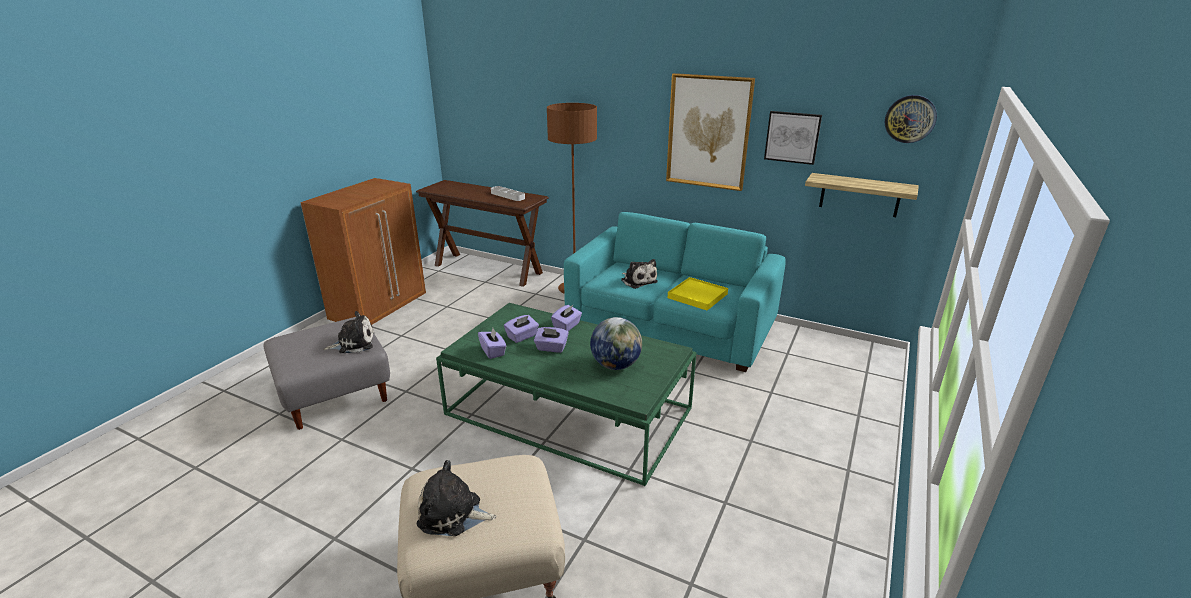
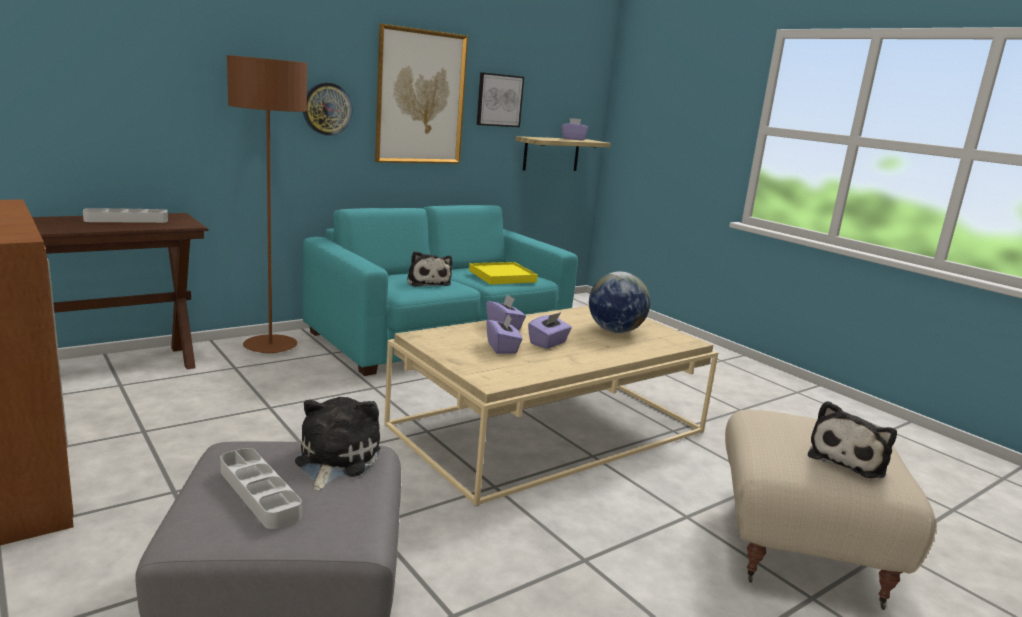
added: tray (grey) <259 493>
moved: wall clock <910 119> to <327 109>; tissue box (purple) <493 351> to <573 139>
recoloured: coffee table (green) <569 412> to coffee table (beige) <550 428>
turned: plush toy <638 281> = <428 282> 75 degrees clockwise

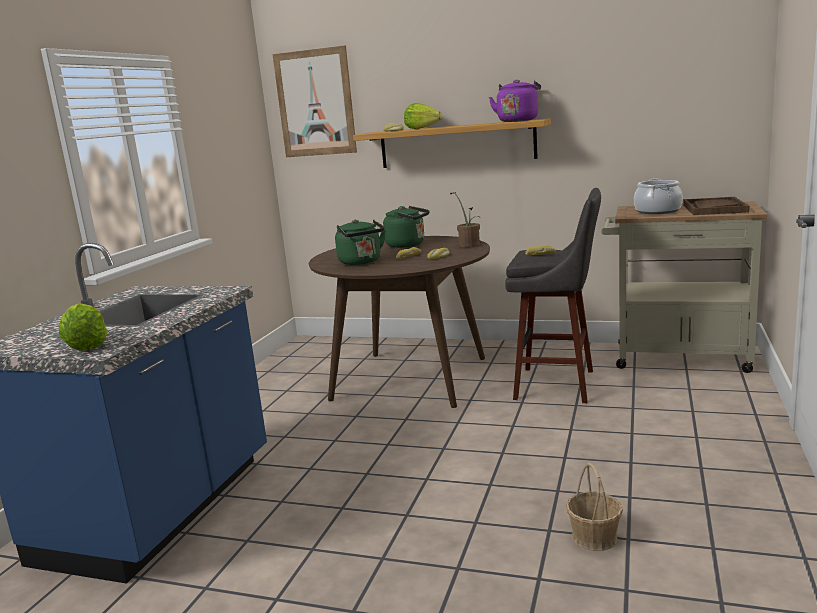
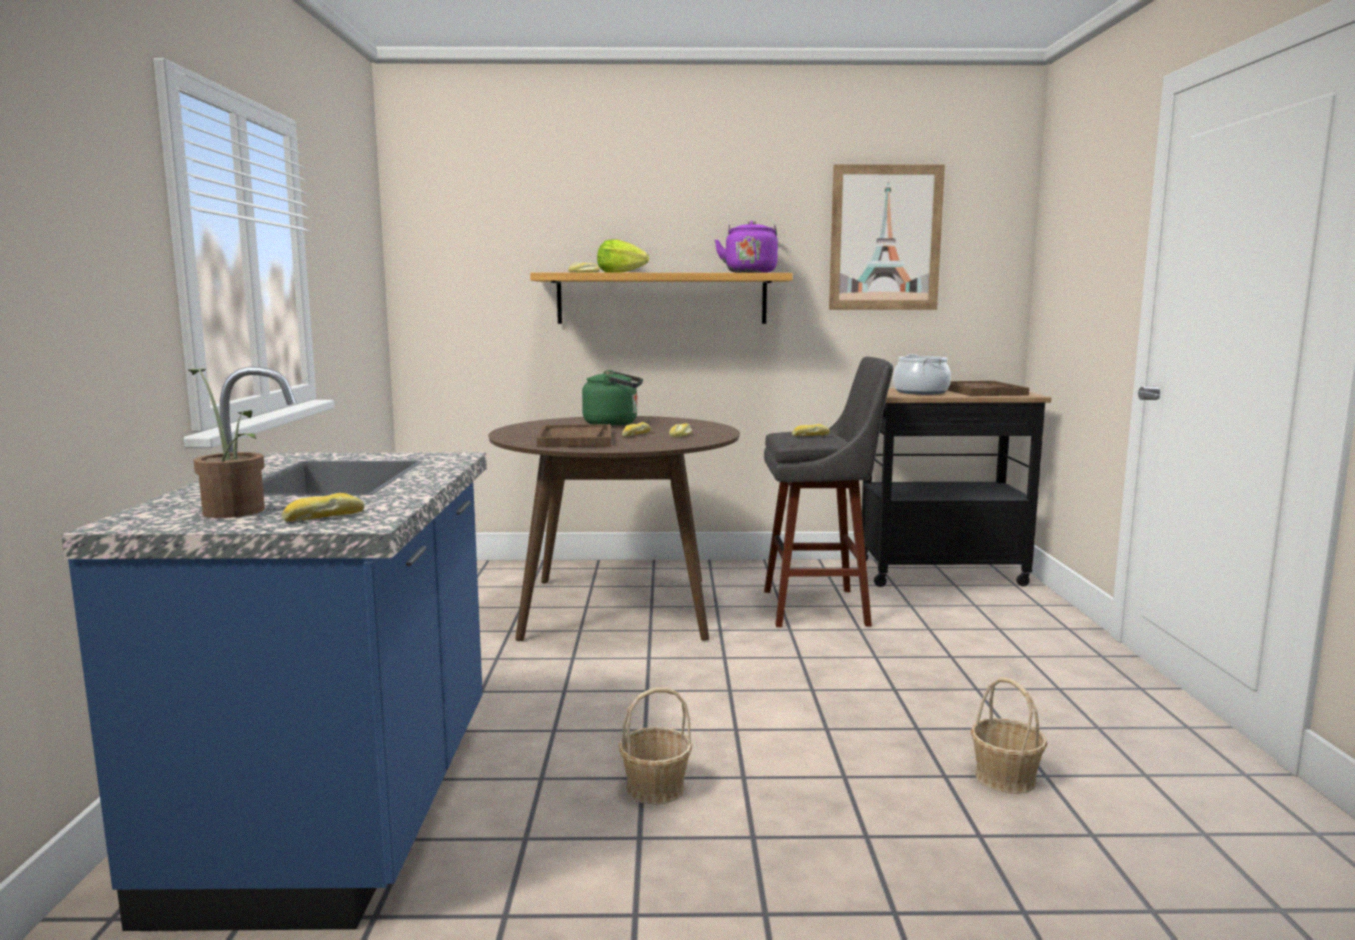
added: basket <655 788>
moved: potted plant <468 244> to <233 509>; picture <315 103> to <885 238>
replaced: lettuce <88 345> to bread <324 517>; kettle (green) <361 262> to tray (brown) <575 439>
recoloured: cart (beige) <676 358> to cart (black) <934 573>

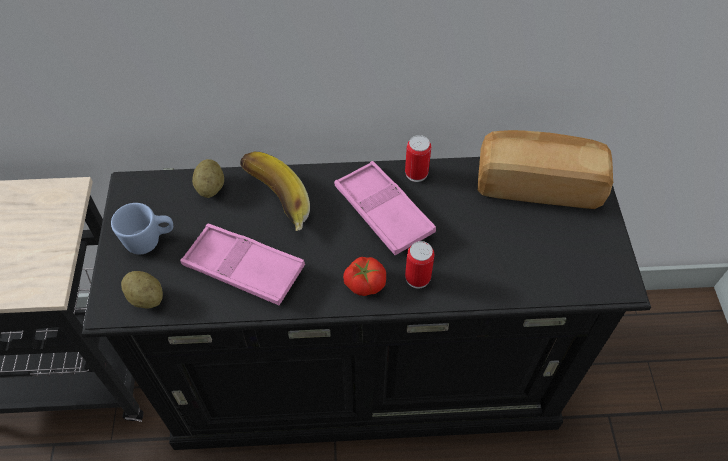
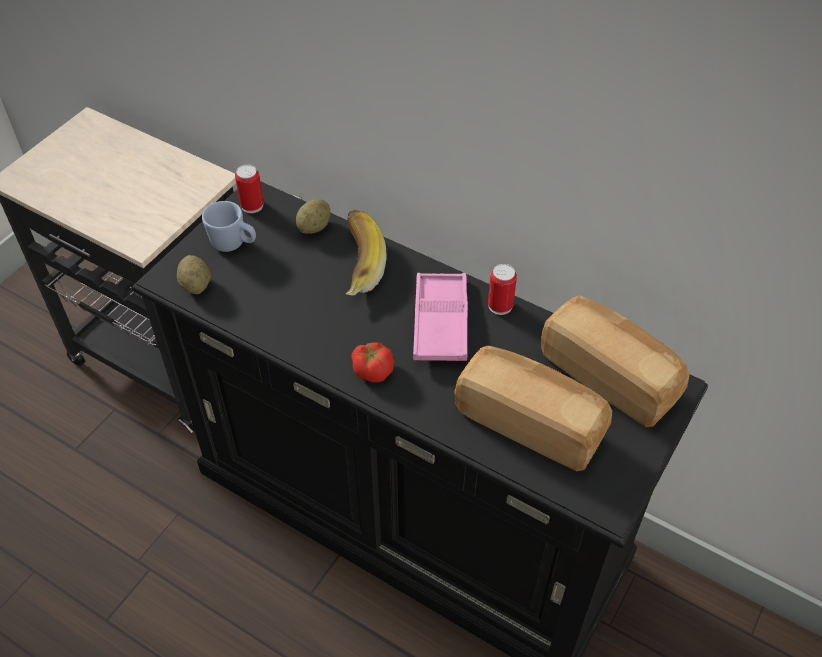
removed: tray (pink) <243 268>
added: bread <530 422>
moved: can <417 278> to <252 205>

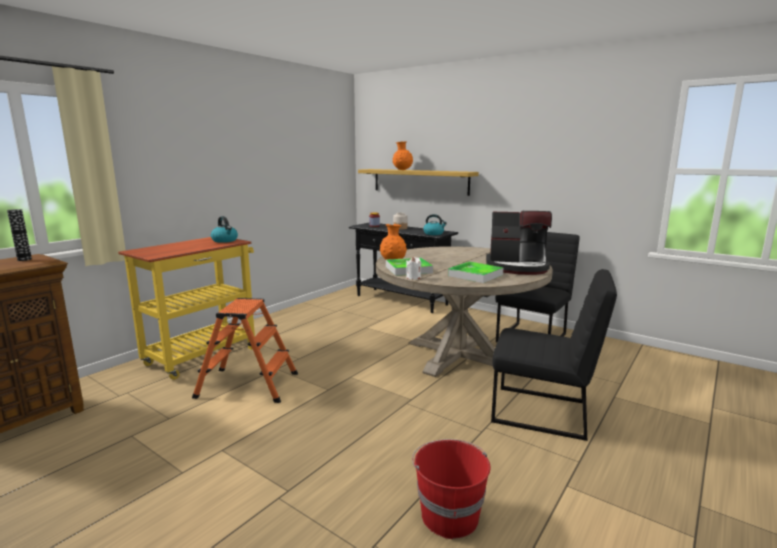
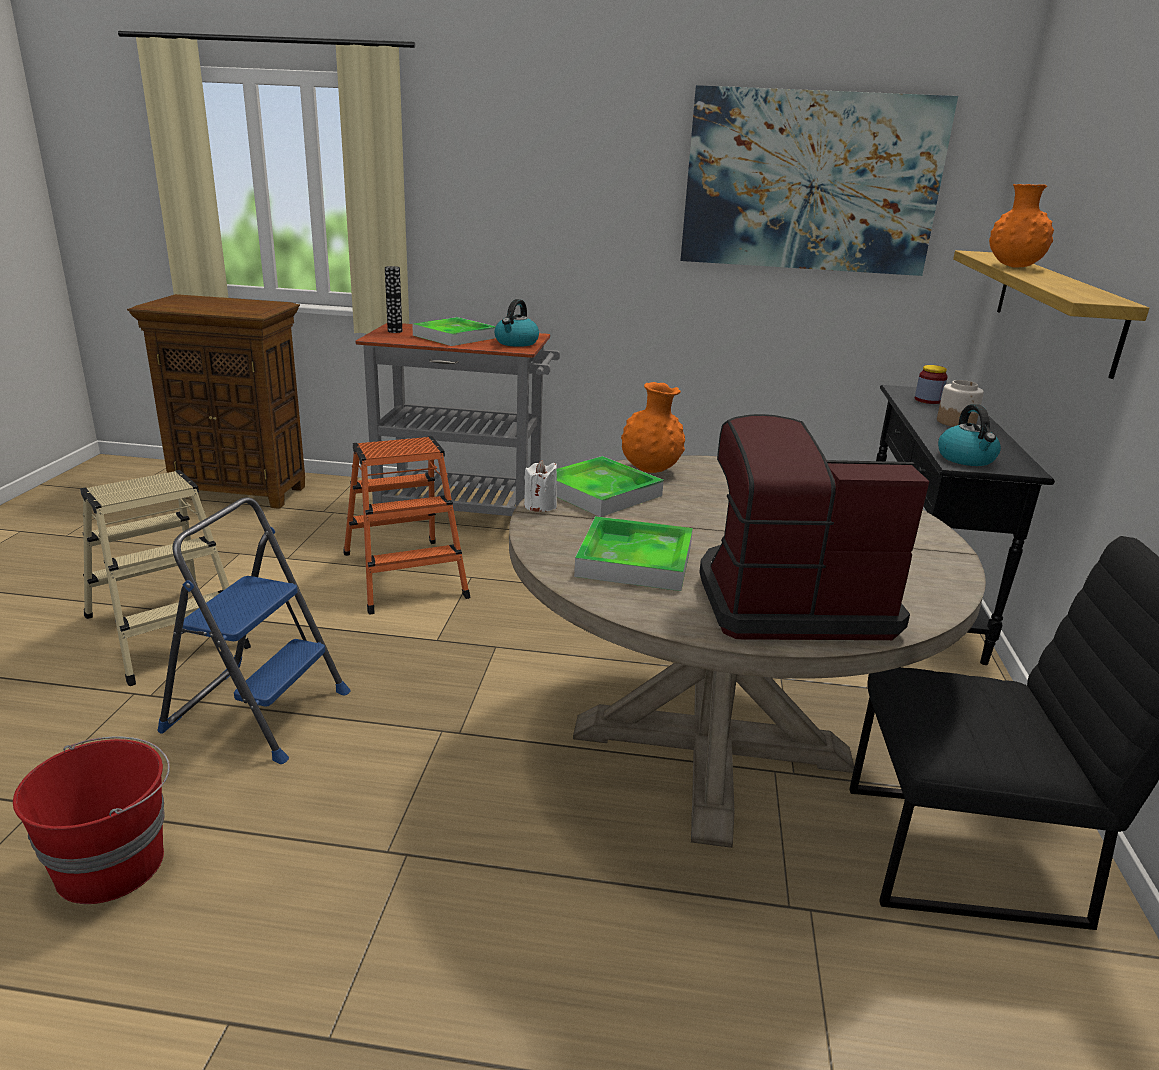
removed: chair (black) <543 413>
added: step ladder (beige) <165 630>; step ladder (blue) <252 709>; tray <454 336>; picture <811 182>
moved: vase <24 259> to <395 331>
recoloured: cart (yellow) <202 356> to cart (grey) <463 515>
turned: coffee machine <517 267> = <789 602> 105 degrees clockwise

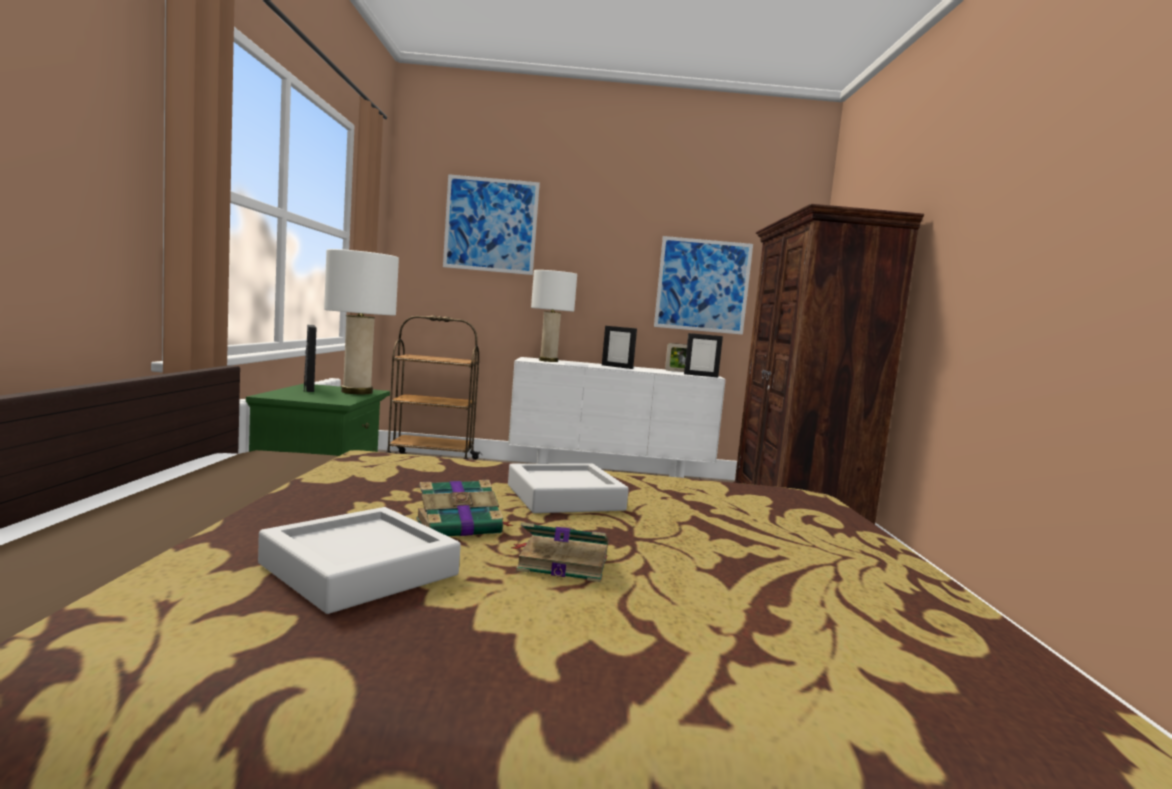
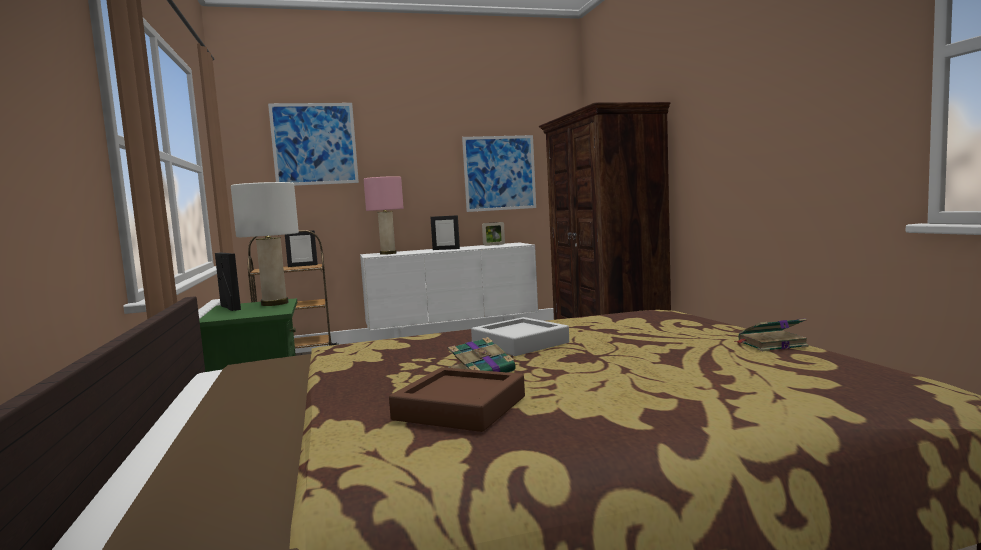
moved: picture frame <700 375> to <302 265>; book <561 563> to <771 344>
recoloured: table lamp (white) <548 361> to table lamp (pink) <388 253>; tray (grey) <359 569> to tray (brown) <460 408>

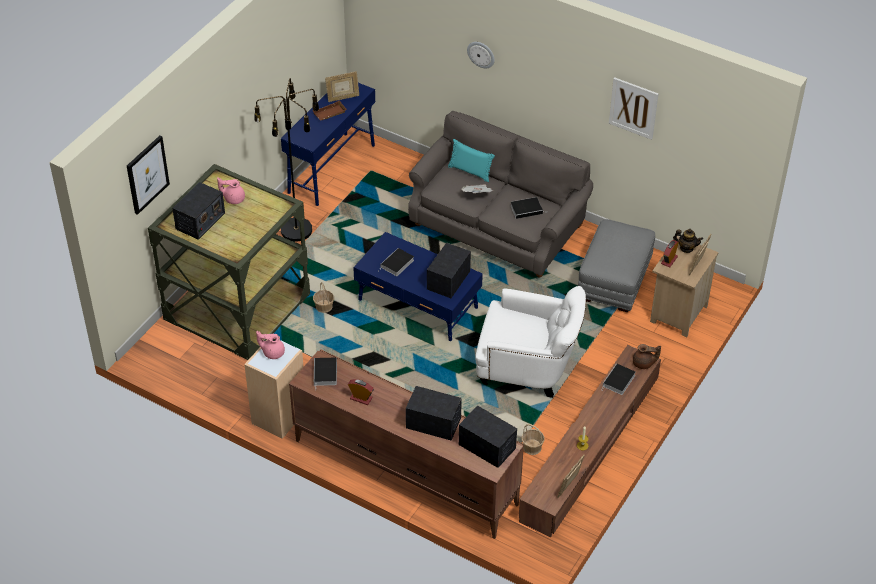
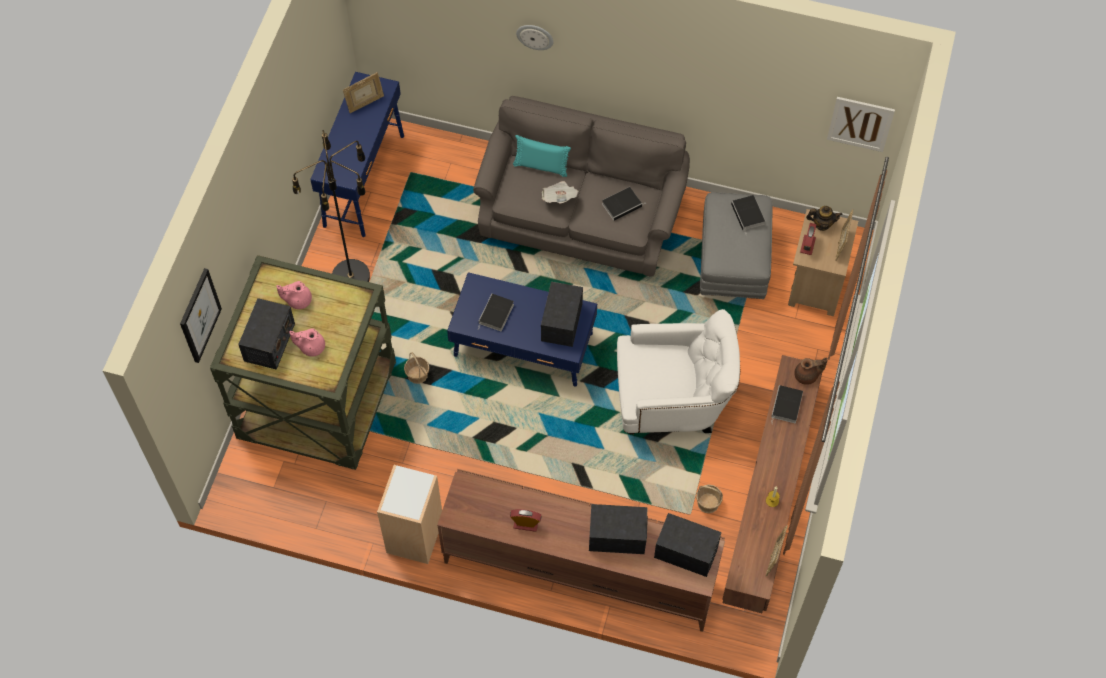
removed: tray (brown) <329 114>
moved: teapot (pink) <272 352> to <311 347>; book <325 374> to <748 215>; picture <633 108> to <860 123>

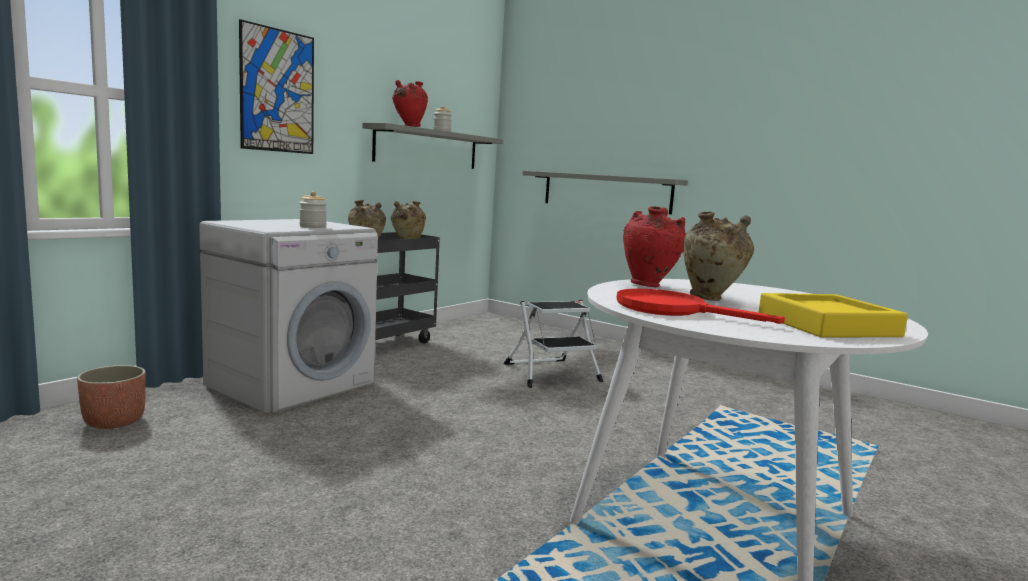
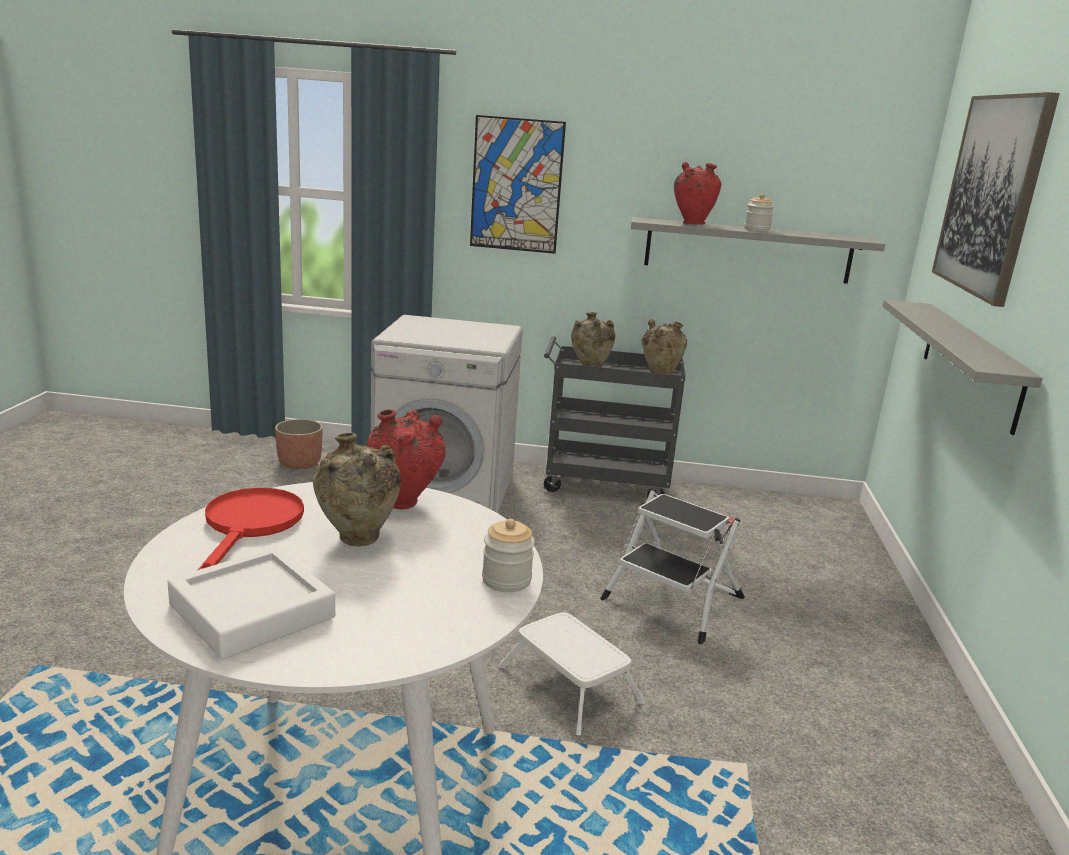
added: step ladder (white) <570 684>; picture <991 195>
moved: jar <313 227> to <506 580>
recoloured: tray (yellow) <827 325> to tray (white) <252 611>

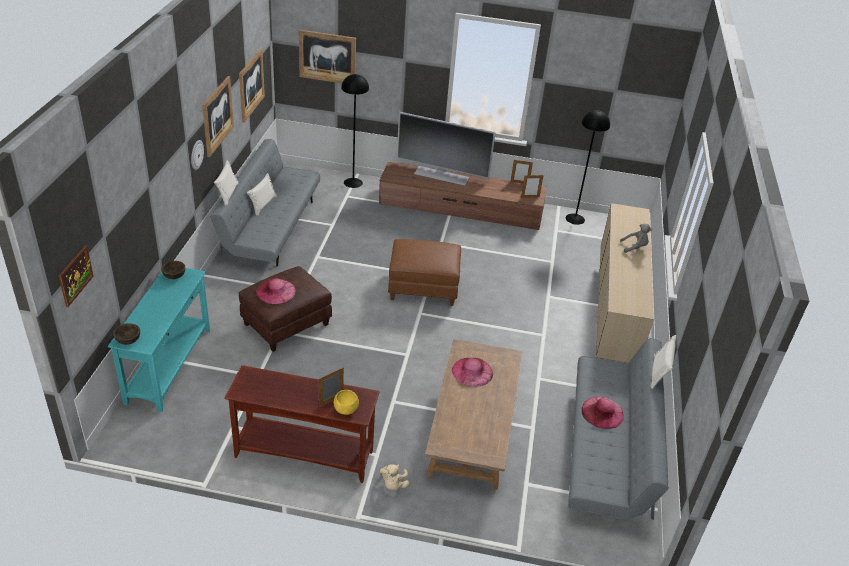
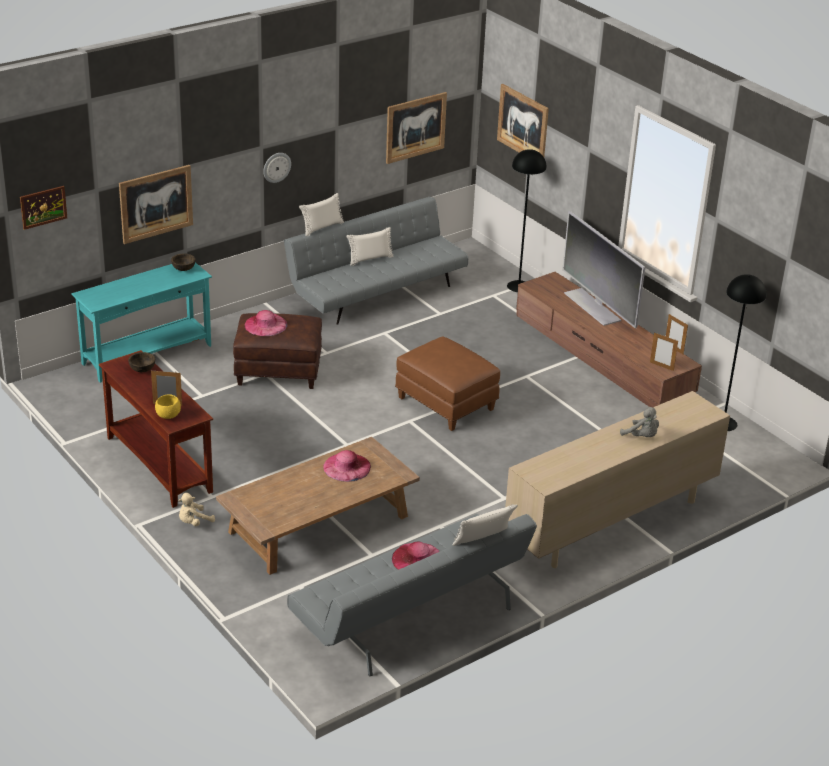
moved: picture <217 116> to <156 203>; bowl (brown) <128 340> to <142 369>

